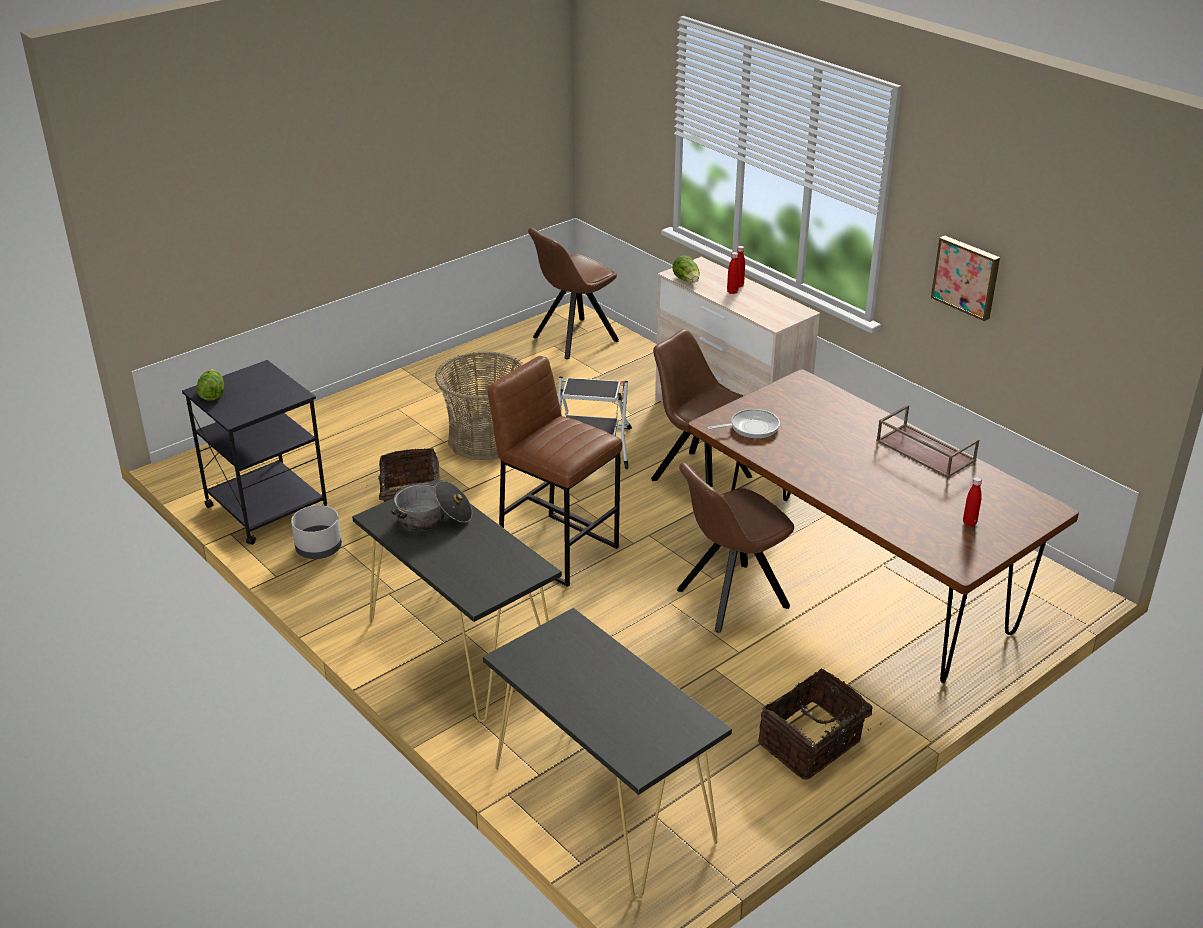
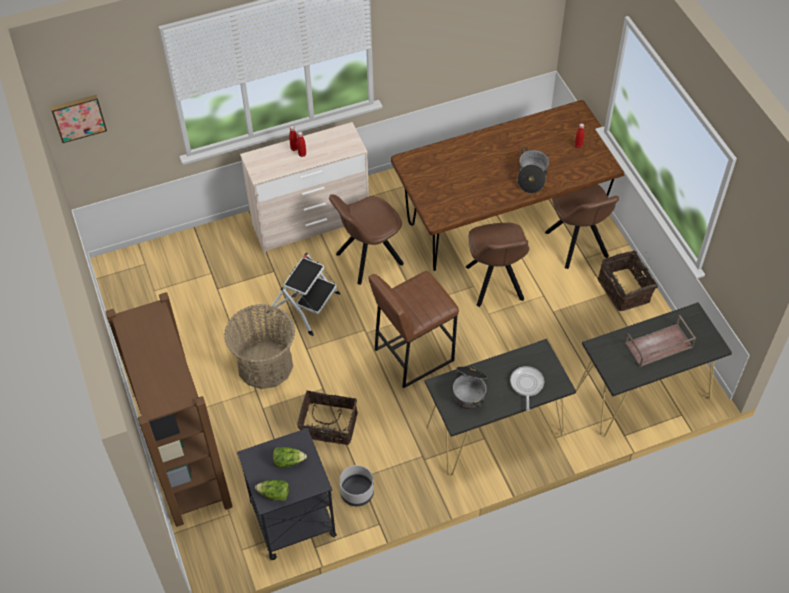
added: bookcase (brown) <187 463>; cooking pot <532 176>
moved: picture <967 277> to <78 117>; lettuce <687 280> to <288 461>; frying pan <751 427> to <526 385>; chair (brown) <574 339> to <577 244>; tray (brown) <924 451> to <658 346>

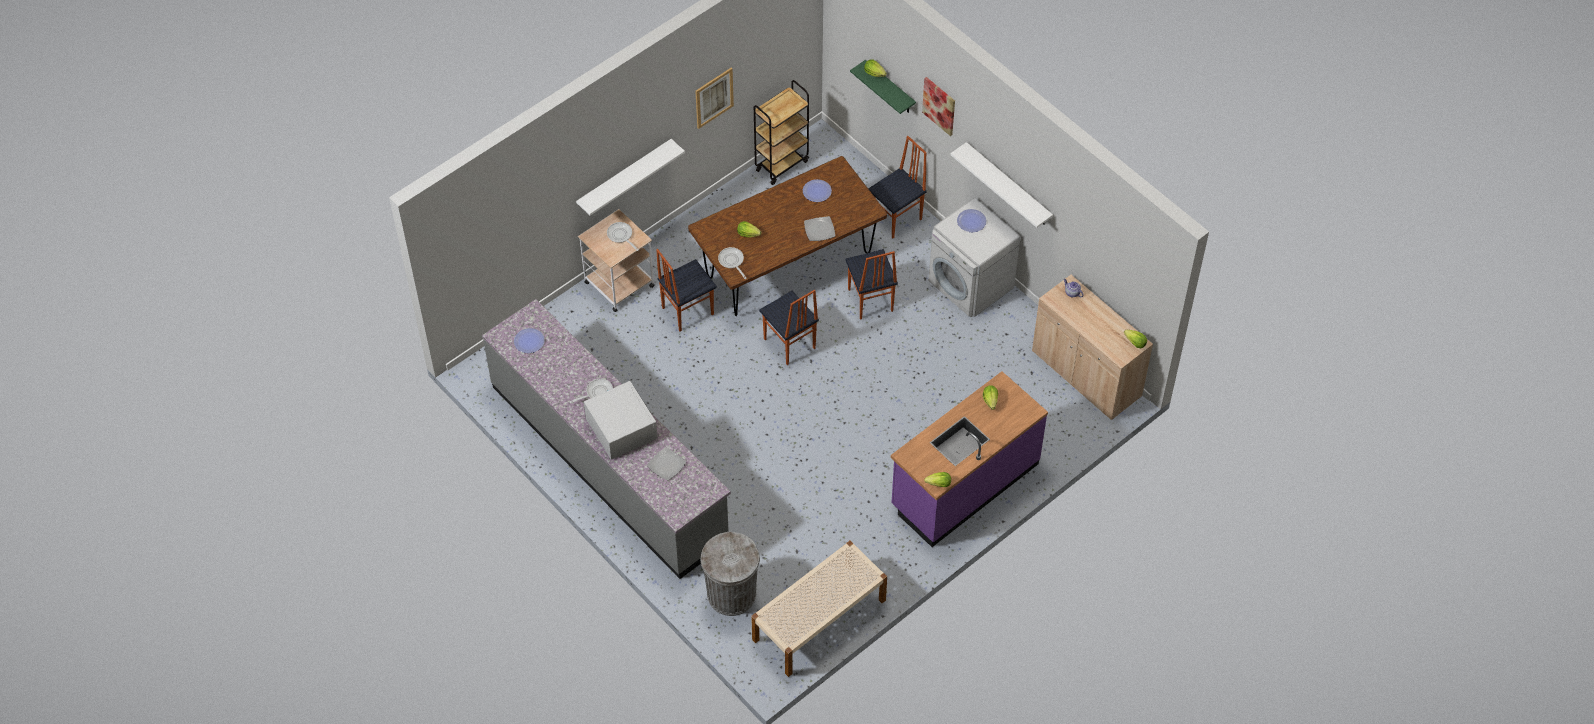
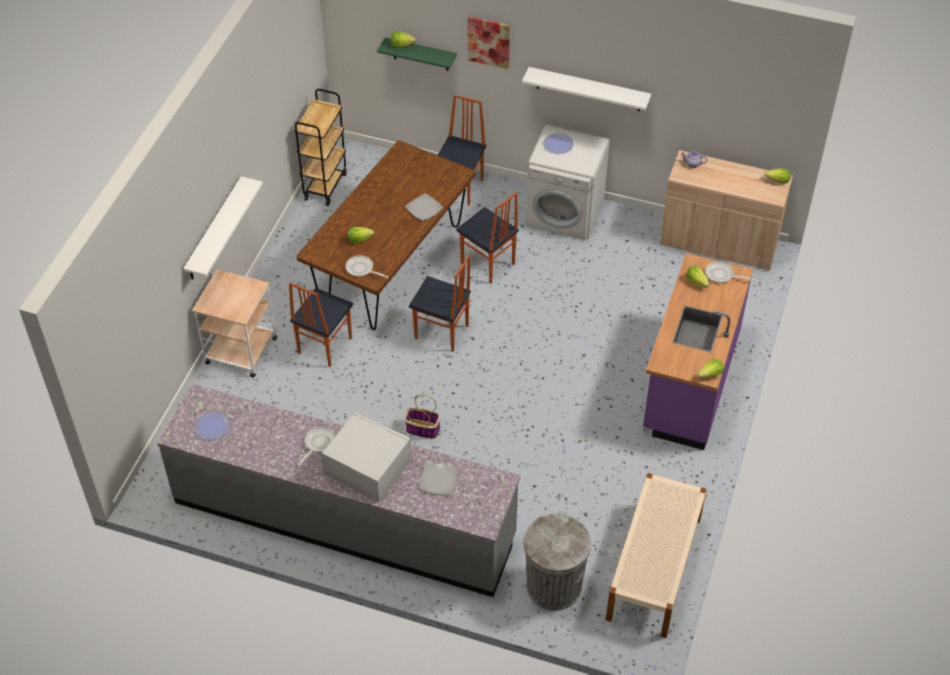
removed: picture <714 97>; plate <817 191>
added: basket <422 429>
moved: frying pan <621 236> to <721 275>

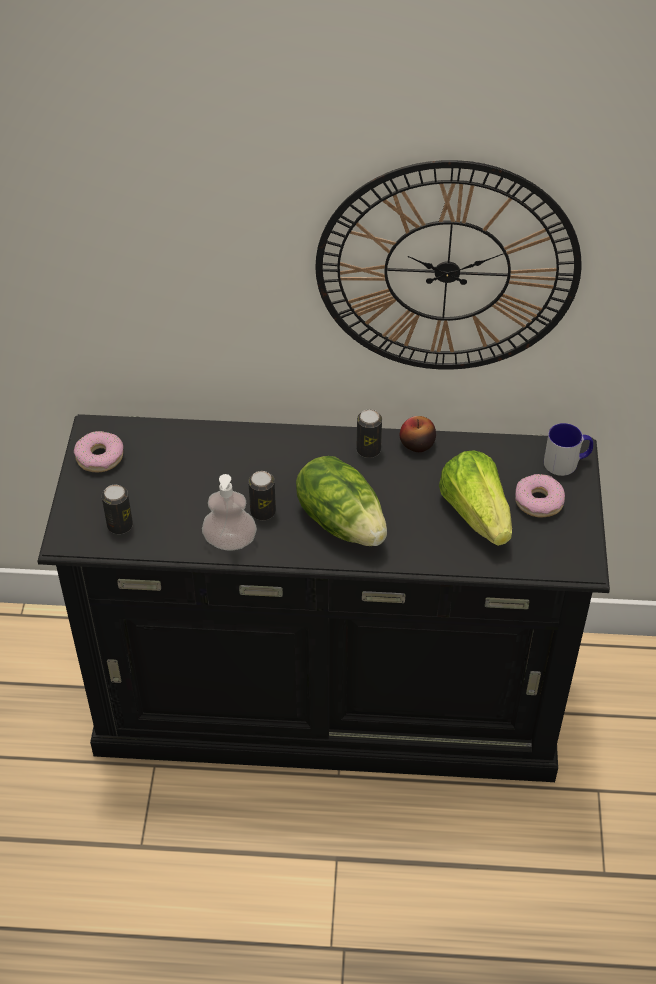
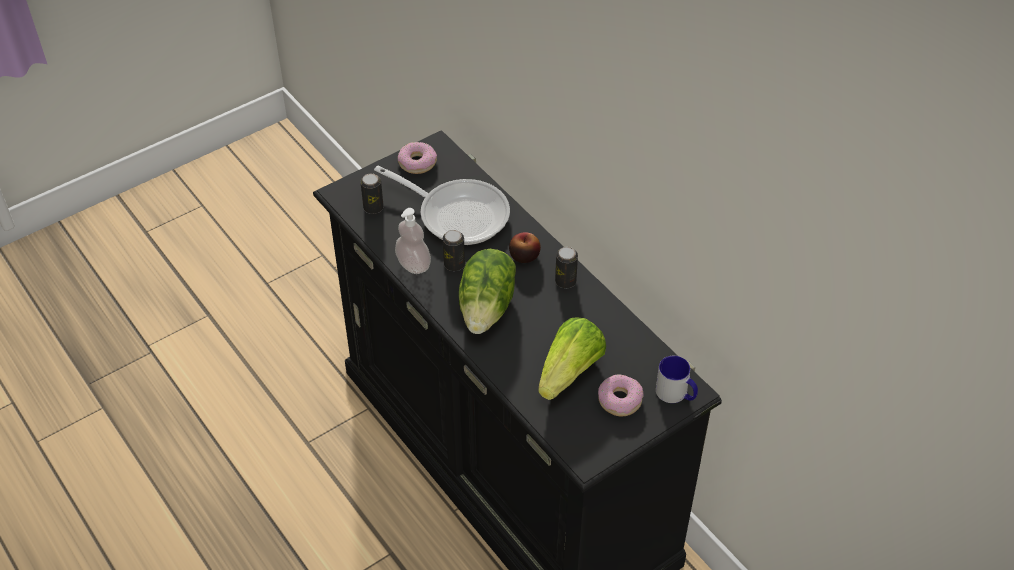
removed: wall clock <447 271>
added: frying pan <457 214>
moved: apple <417 444> to <524 256>

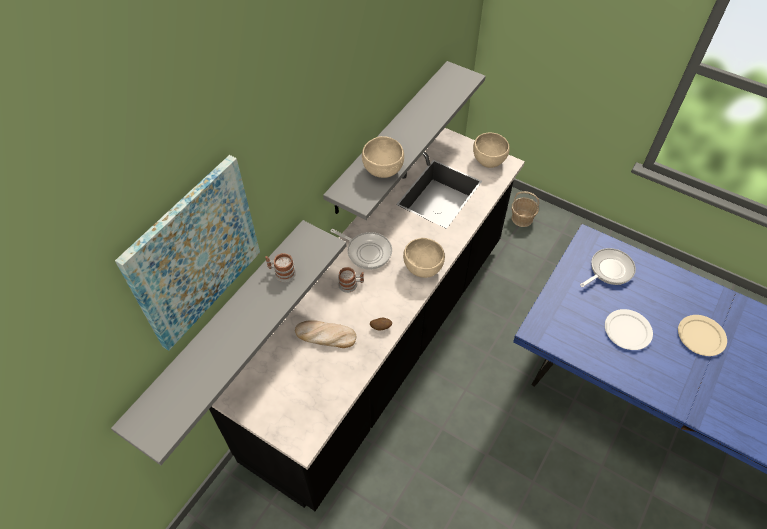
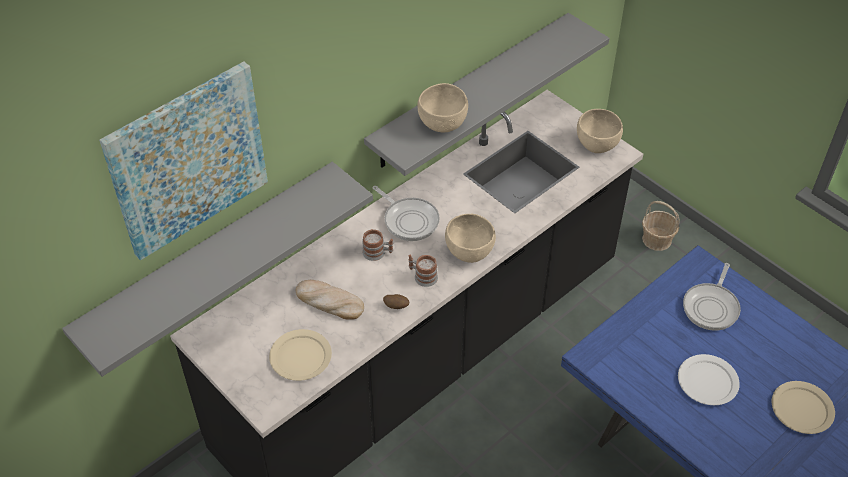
added: plate (beige) <301 357>
moved: mug <282 272> to <422 276>
turned: frying pan <609 270> = <711 307> 135 degrees clockwise

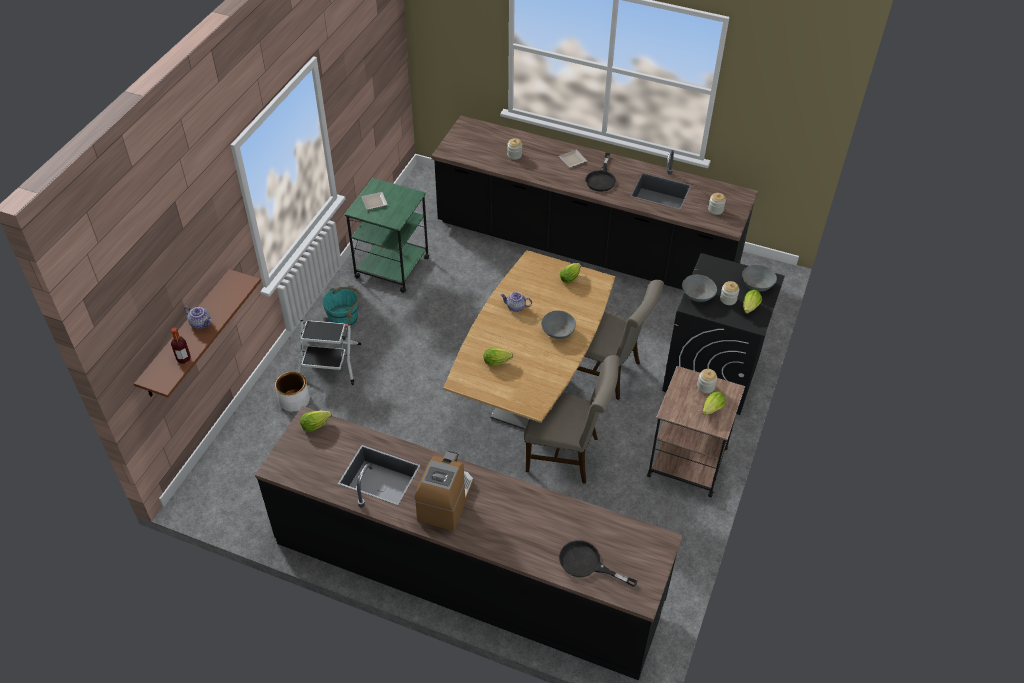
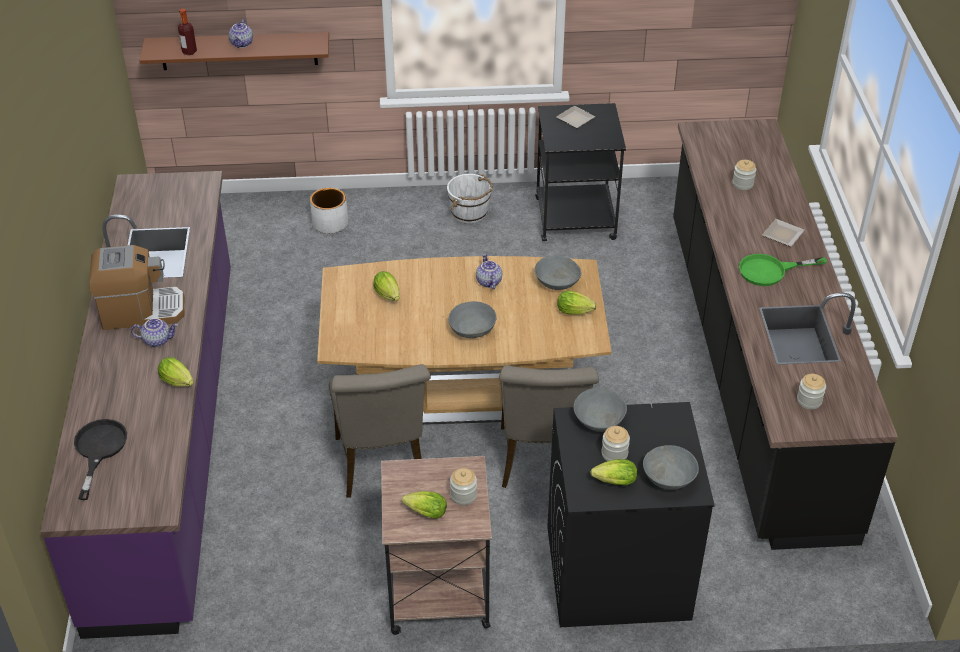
removed: step ladder <330 362>
added: teapot <157 340>; bowl (grey) <556 283>
moved: lettuce <317 425> to <179 382>
recoloured: counter (black) <467 572> to counter (purple) <168 436>; bucket (turquoise) <344 318> to bucket (white) <470 212>; cart (green) <392 266> to cart (black) <576 218>; frying pan (black) <601 178> to frying pan (green) <770 271>

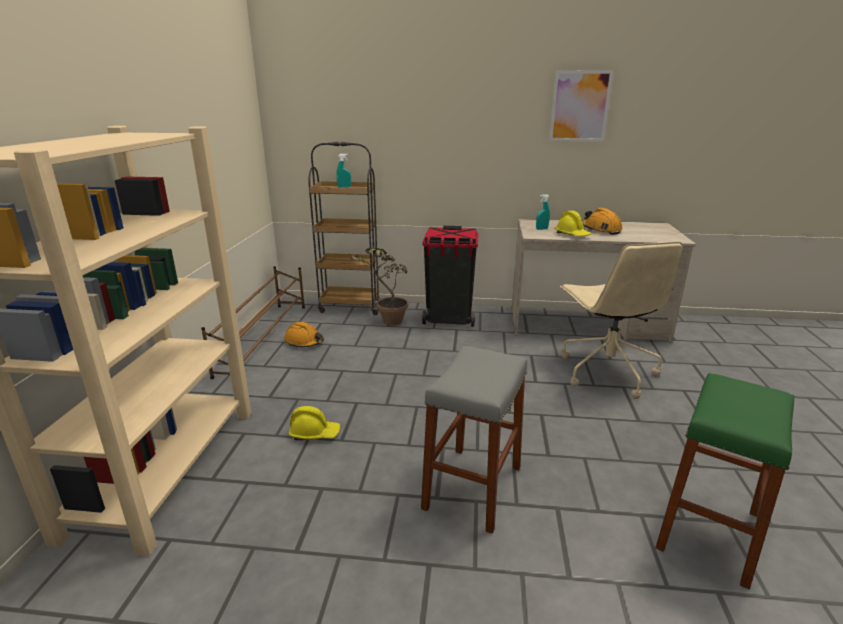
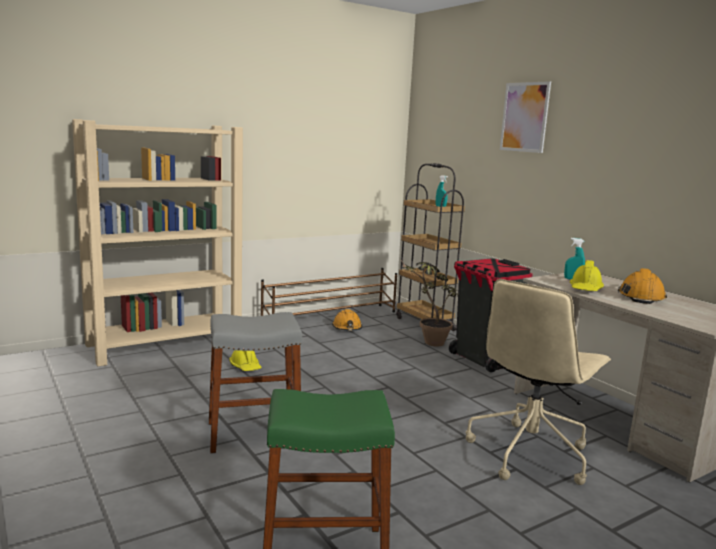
moved: picture <580 106> to <524 117>

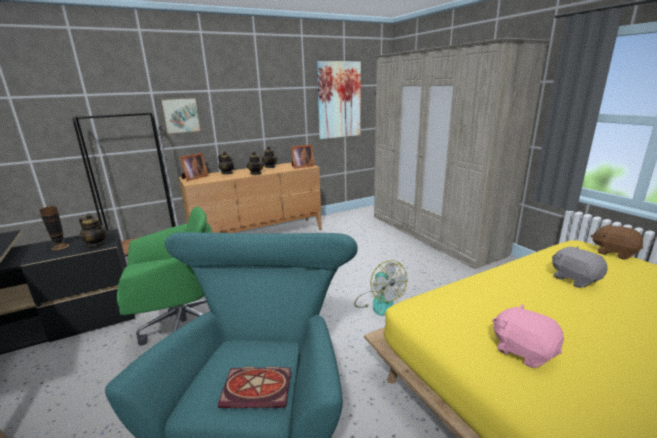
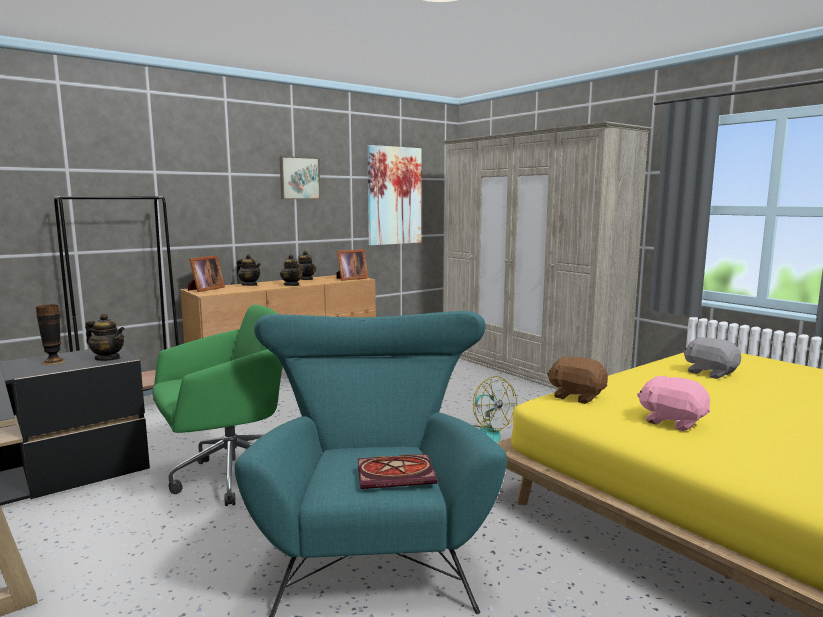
moved: picture <181 115> to <299 178>; plush toy (brown) <614 253> to <577 396>

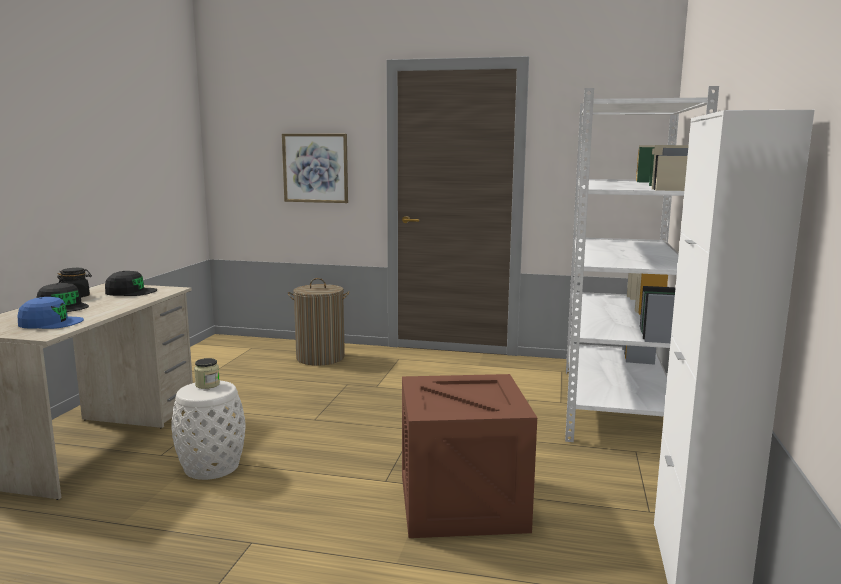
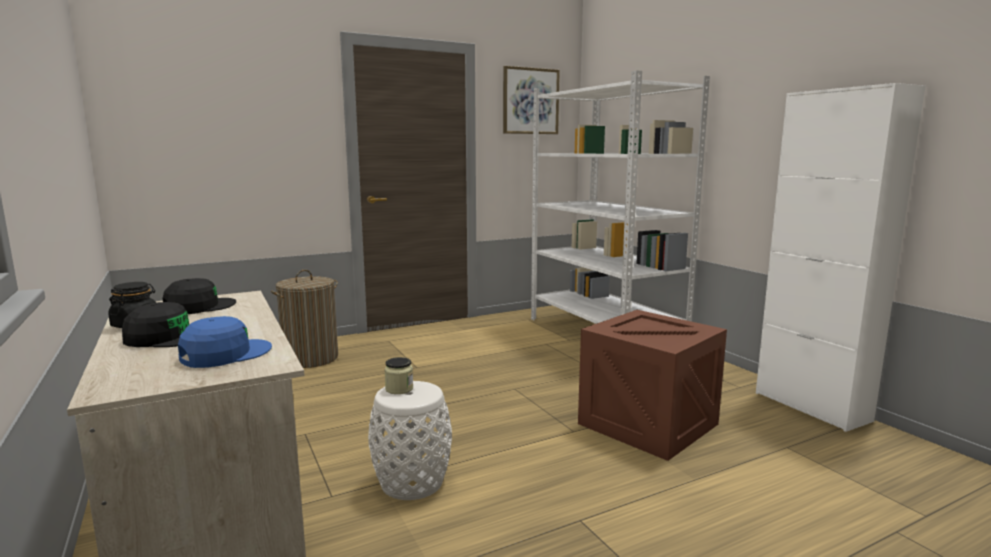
moved: picture <315 168> to <530 101>

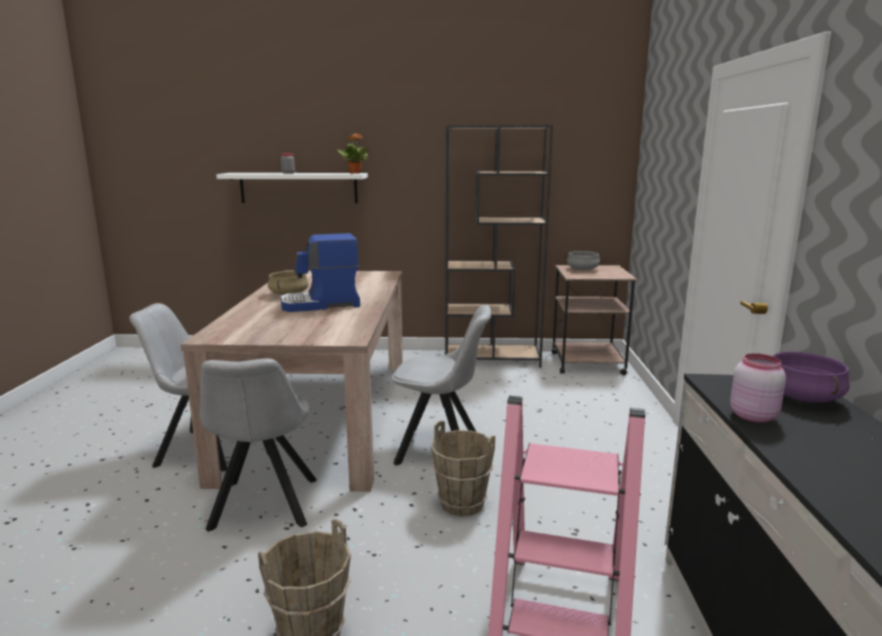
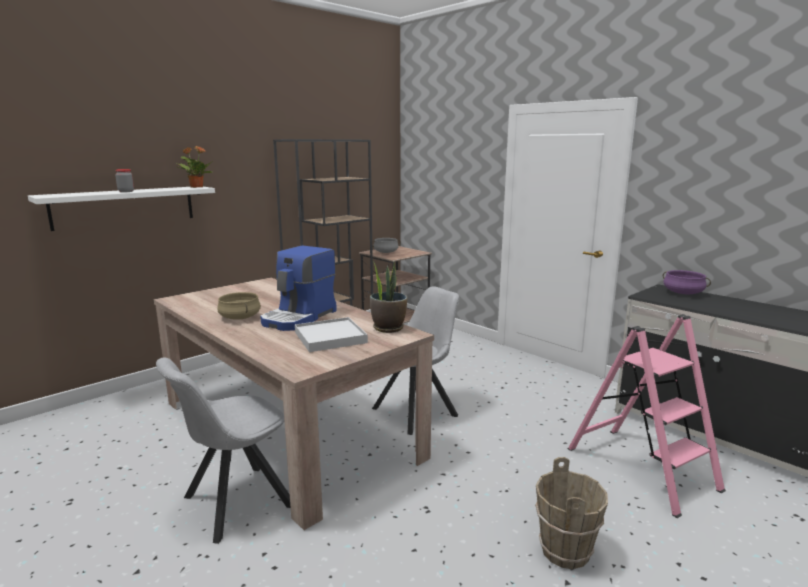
removed: chair (grey) <264 505>; bucket (brown) <461 504>; jar (pink) <752 415>
added: tray (white) <330 337>; potted plant <388 328>

